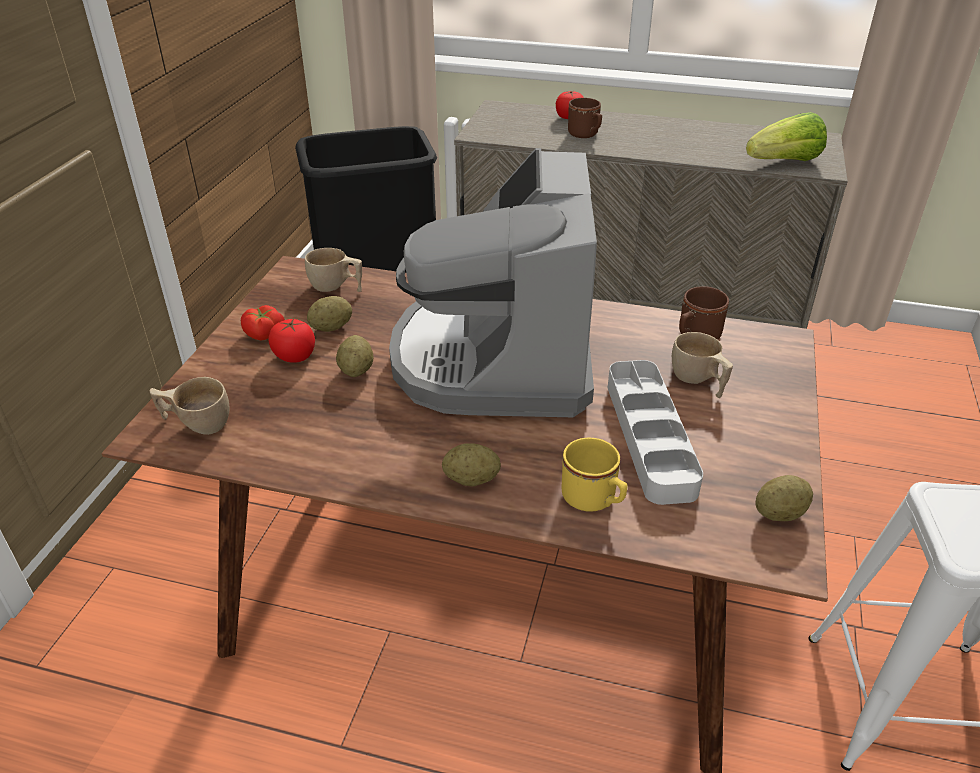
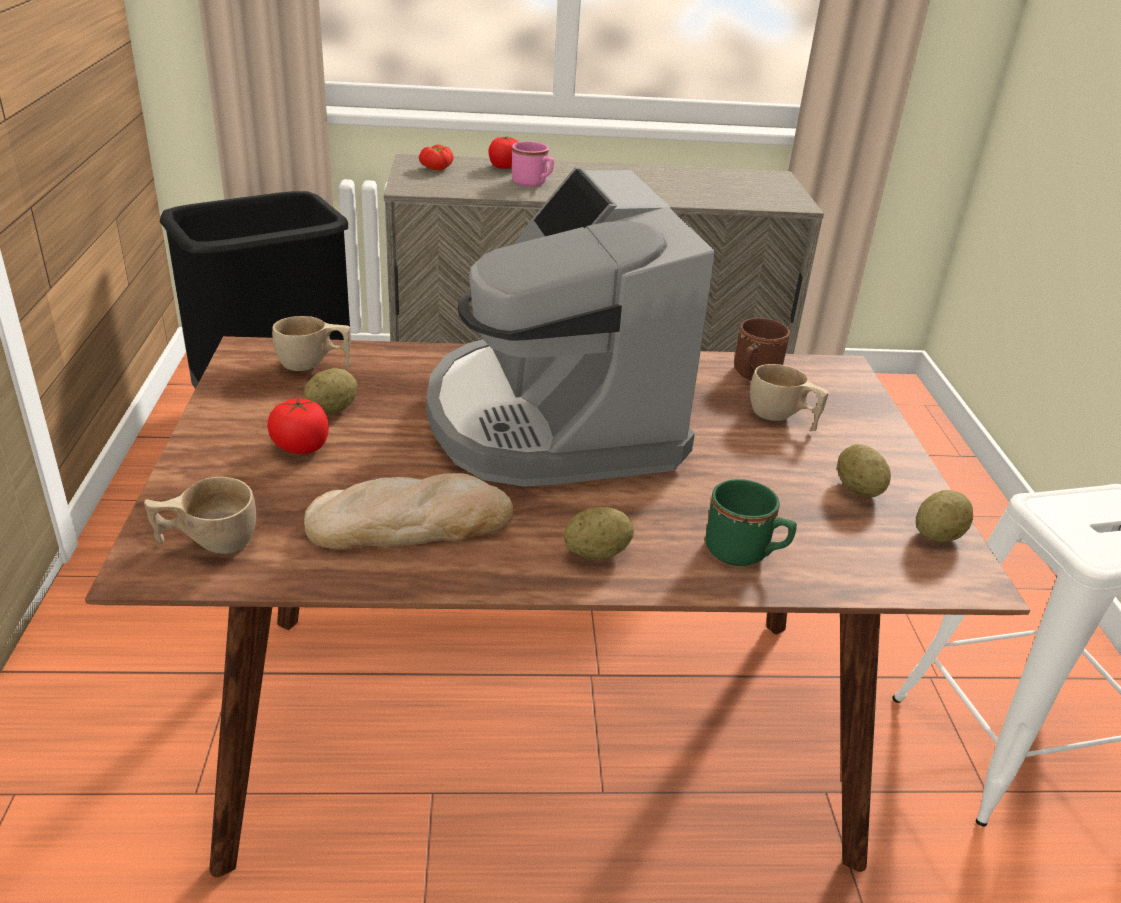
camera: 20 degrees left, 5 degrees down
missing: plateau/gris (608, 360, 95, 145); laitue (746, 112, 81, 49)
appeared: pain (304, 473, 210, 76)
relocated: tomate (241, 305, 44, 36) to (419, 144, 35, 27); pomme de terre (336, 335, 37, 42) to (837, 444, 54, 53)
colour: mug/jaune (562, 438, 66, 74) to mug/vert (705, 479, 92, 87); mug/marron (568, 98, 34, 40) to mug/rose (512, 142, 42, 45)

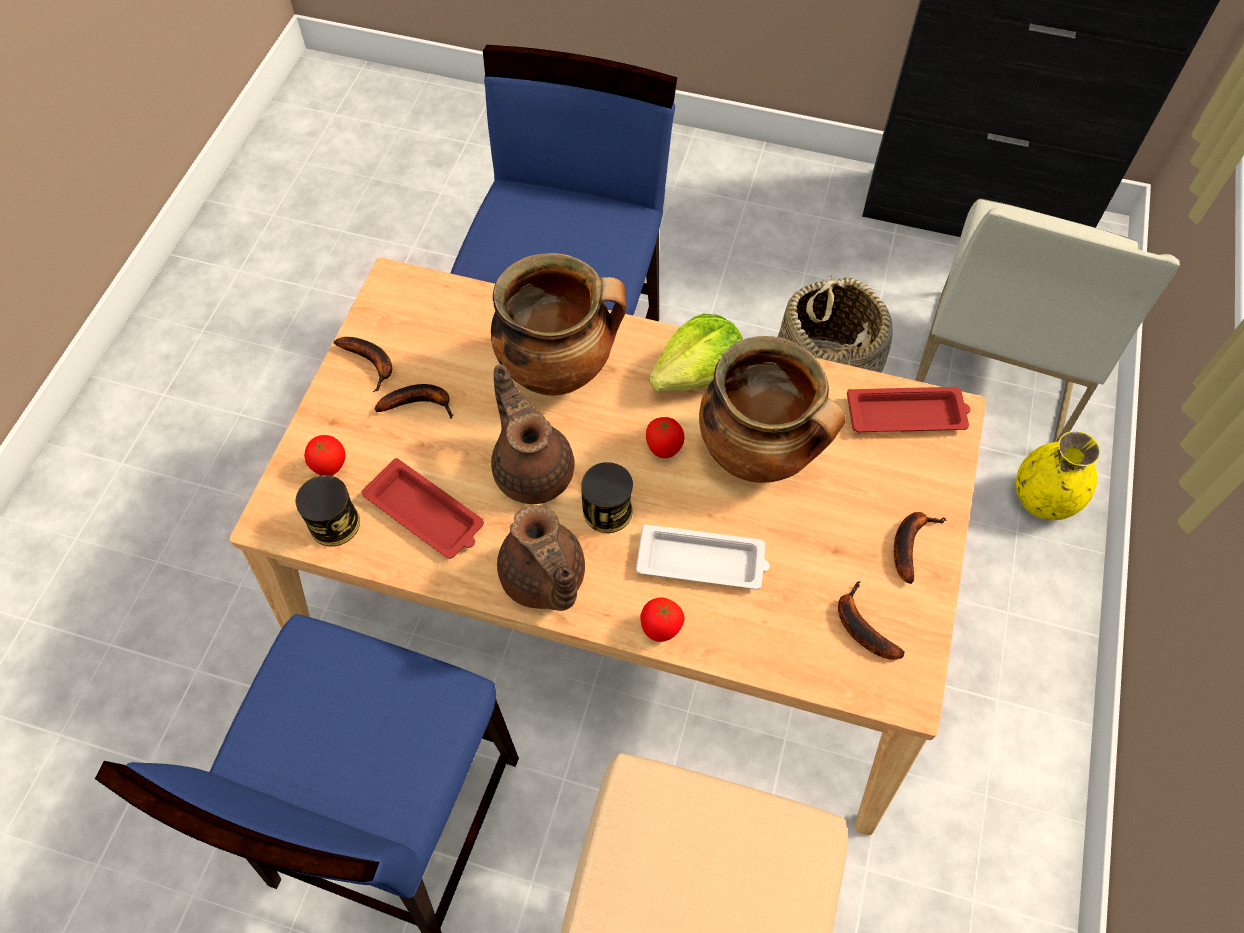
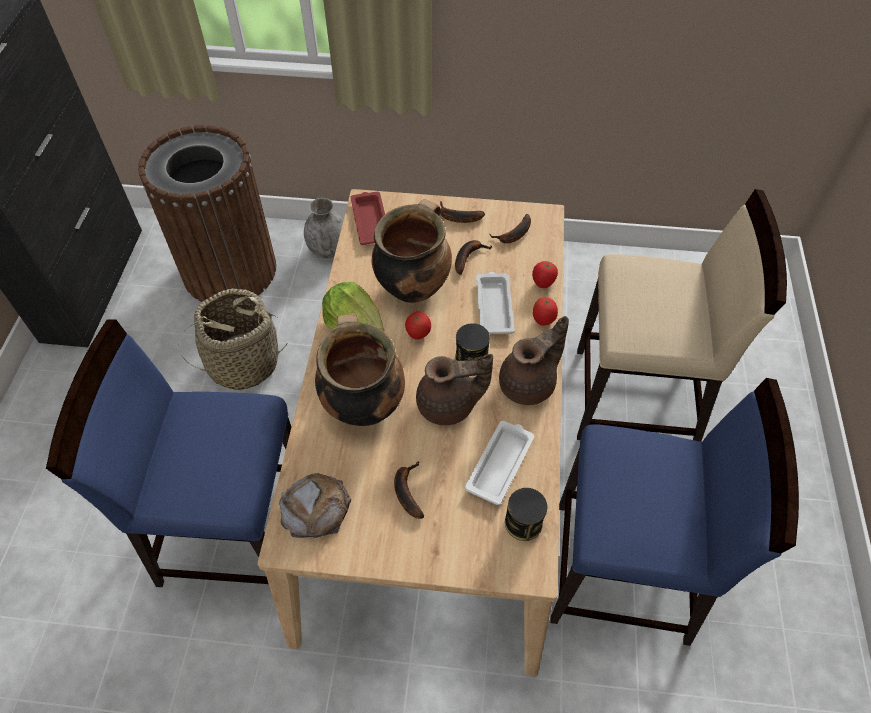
camera: 100 degrees left, 5 degrees down
appeared: pain (279, 473, 72, 65)
relocated: tomate (304, 435, 41, 41) to (532, 261, 26, 27); banane (334, 337, 58, 55) to (455, 240, 38, 35)
exchanged: chaise/blanc (915, 199, 265, 243) to poubelle/marron (138, 125, 138, 177)
colour: plateau/rouge (362, 458, 122, 101) to plateau/blanc (465, 421, 69, 84); vase/jaune (1016, 431, 84, 89) to vase/gris (304, 198, 39, 60)
spun: théière/marron (491, 364, 84, 140) = (416, 354, 77, 71) 150 degrees counterclockwise

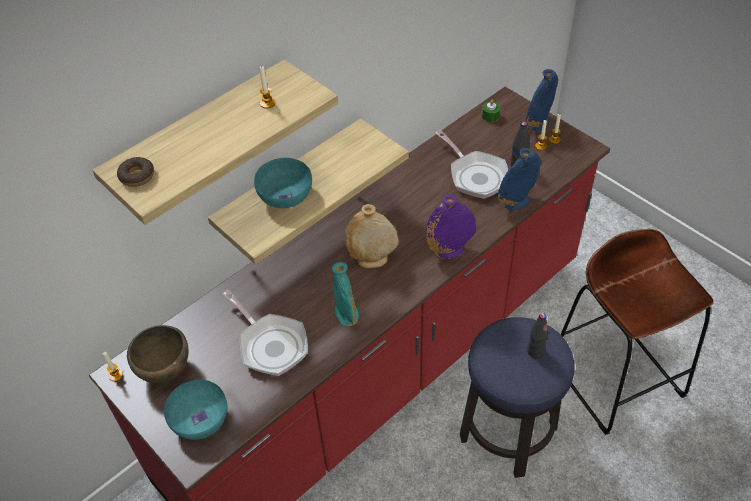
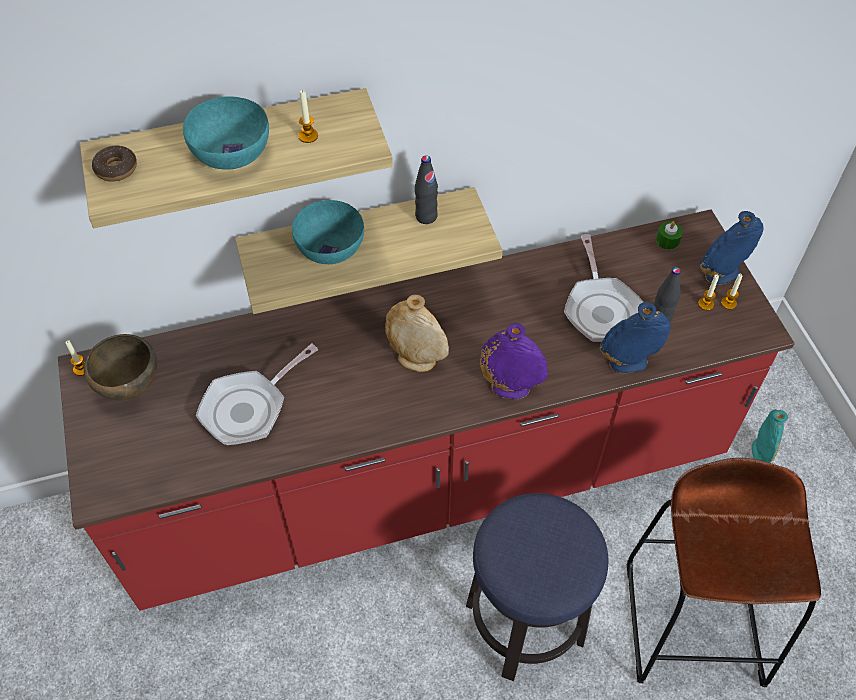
camera: 25 degrees right, 5 degrees up
relocated: bol/turquoise (164, 380, 63, 60) to (183, 96, 86, 74); vase/turquoise (332, 262, 27, 65) to (752, 409, 36, 54); bouteille/noir (527, 313, 21, 45) to (415, 155, 23, 69)
spun: poêle (222, 290, 86, 86) = (196, 344, 122, 101) 60 degrees clockwise

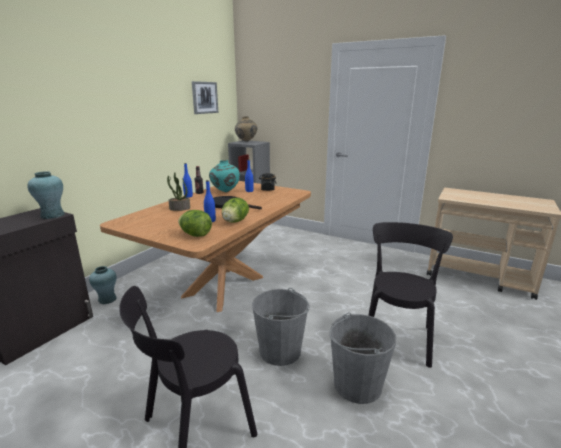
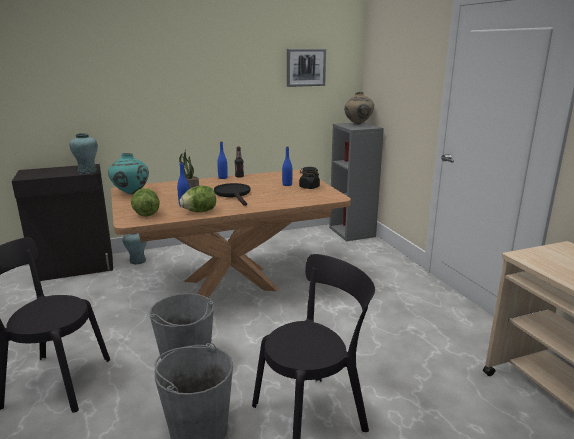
camera: 40 degrees right, 0 degrees up
relocated: vase/turquoise (209, 160, 31, 32) to (108, 153, 41, 41)

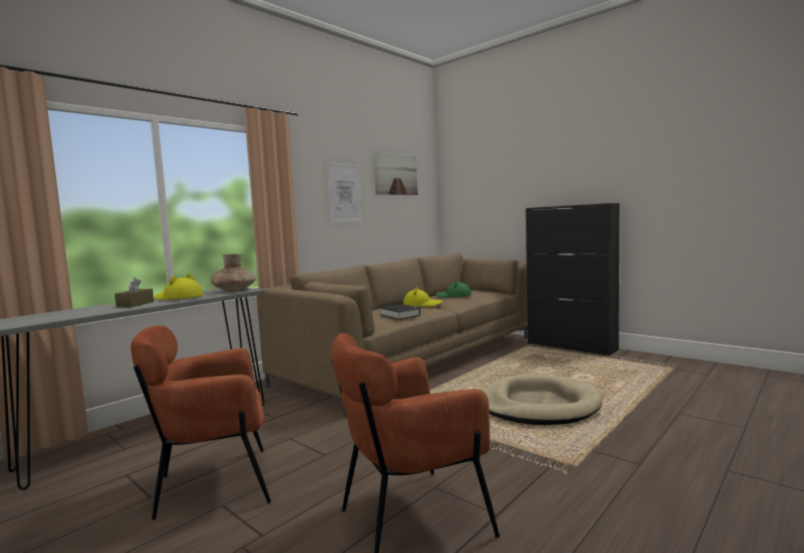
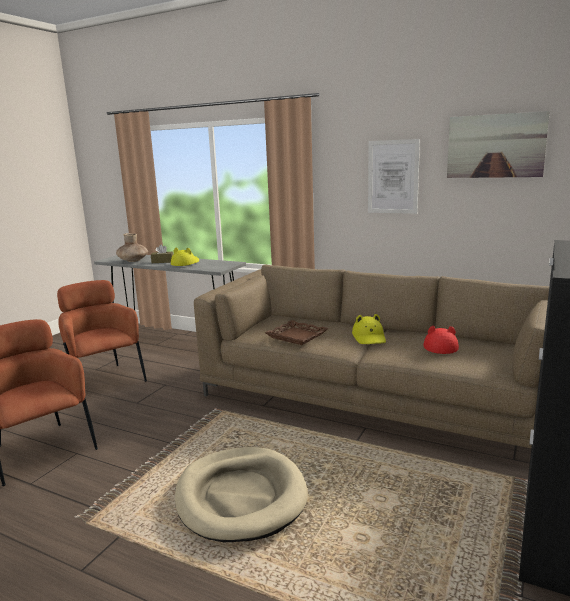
camera: 75 degrees right, 10 degrees up
relocated: vase/marron (211, 254, 45, 38) to (116, 233, 32, 29)
exchanged: livre/noir (379, 304, 41, 16) to plateau/marron (265, 320, 63, 25)
colour: chapeau/vert (436, 279, 35, 19) to chapeau/rouge (423, 326, 36, 28)

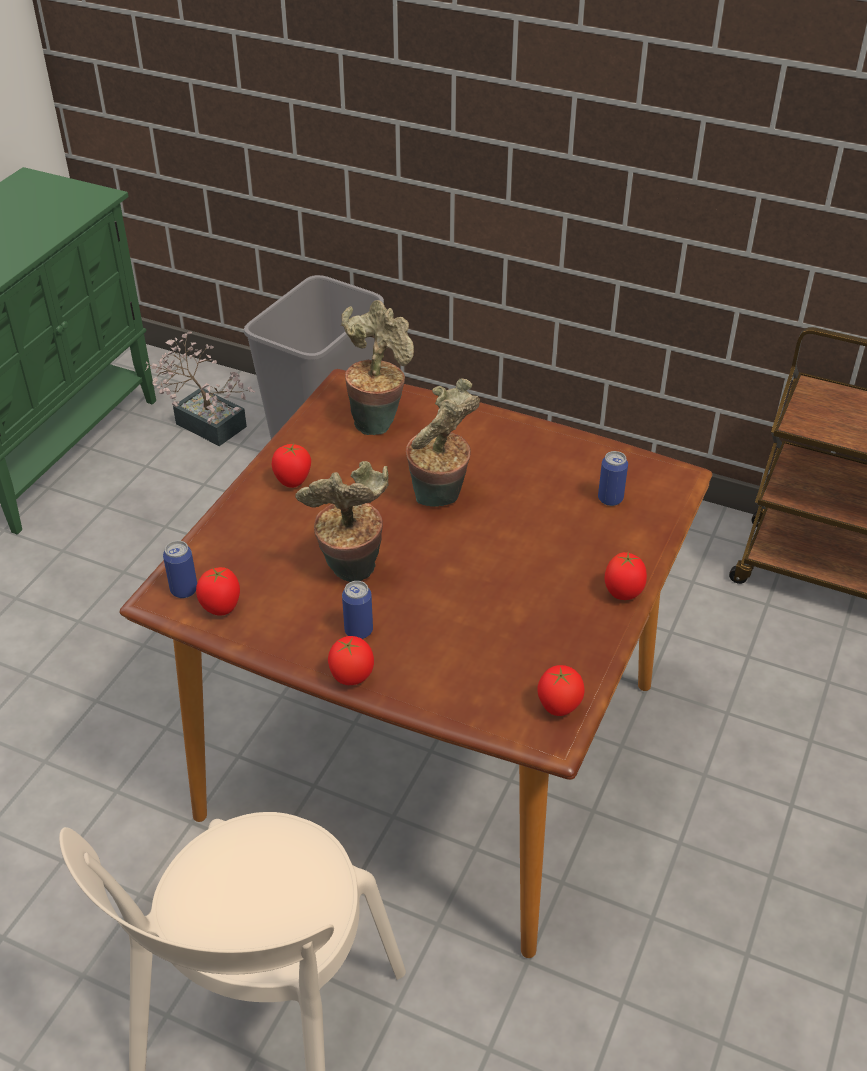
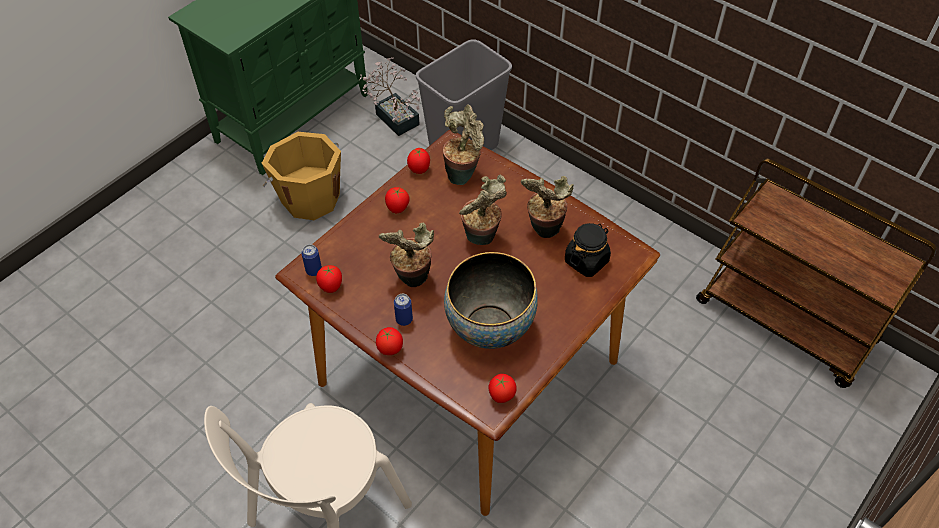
camera: 15 degrees right, 10 degrees up
appeared: seau/orange (262, 132, 79, 88); bol (444, 252, 94, 97); plante en pot (521, 176, 53, 62)
relocated: tomate (605, 552, 42, 48) to (407, 148, 23, 26)
exchanged: boîte métallique (598, 451, 30, 55) to bocal/noir (565, 223, 46, 54)

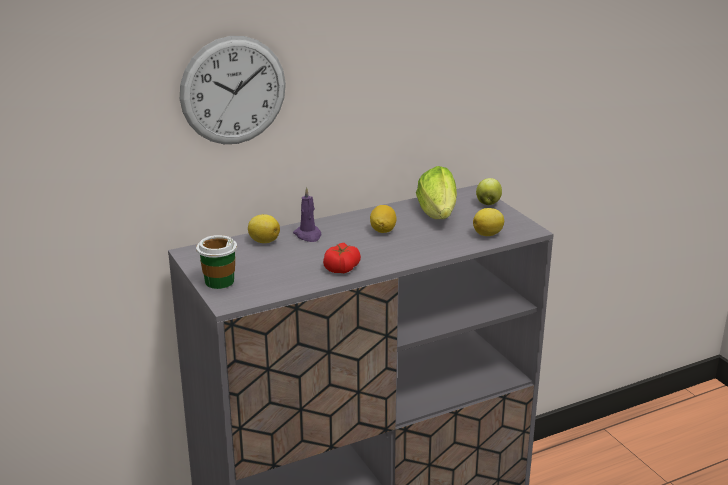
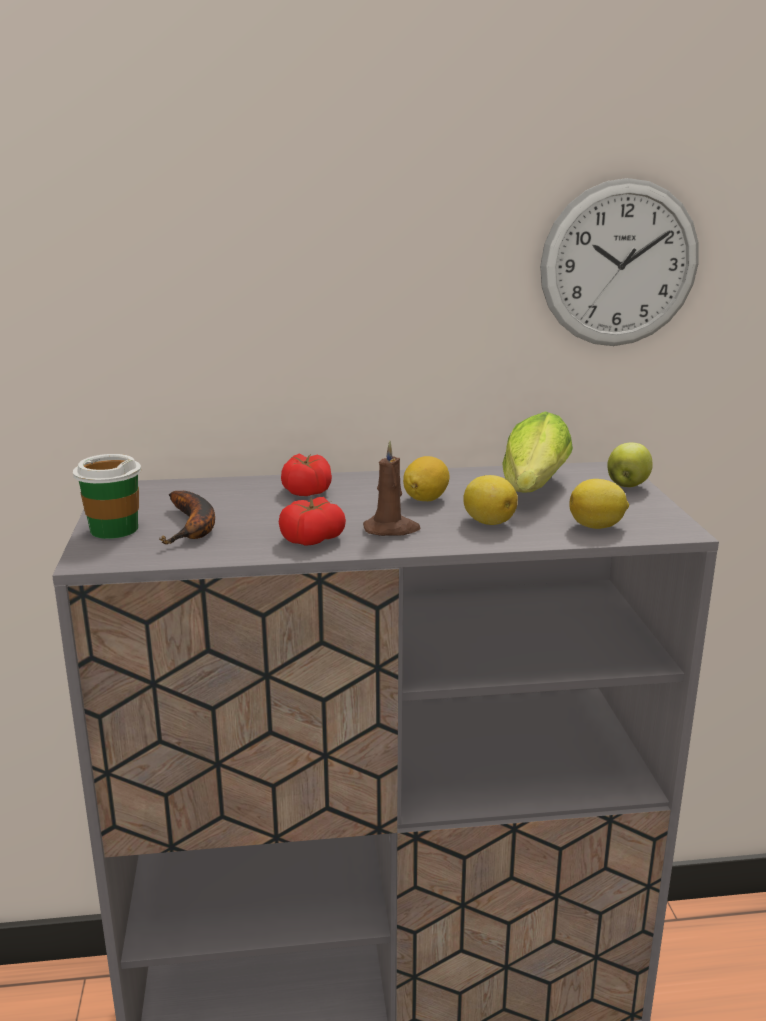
camera: 20 degrees right, 5 degrees down
appeared: banane (159, 491, 56, 53); bougie/marron (363, 441, 58, 95)
relocated: horloge murale (180, 36, 106, 108) to (540, 178, 159, 168); citron (248, 214, 32, 29) to (463, 475, 55, 50)
exchanged: bougie/violet (293, 187, 29, 55) to tomate (281, 454, 51, 42)

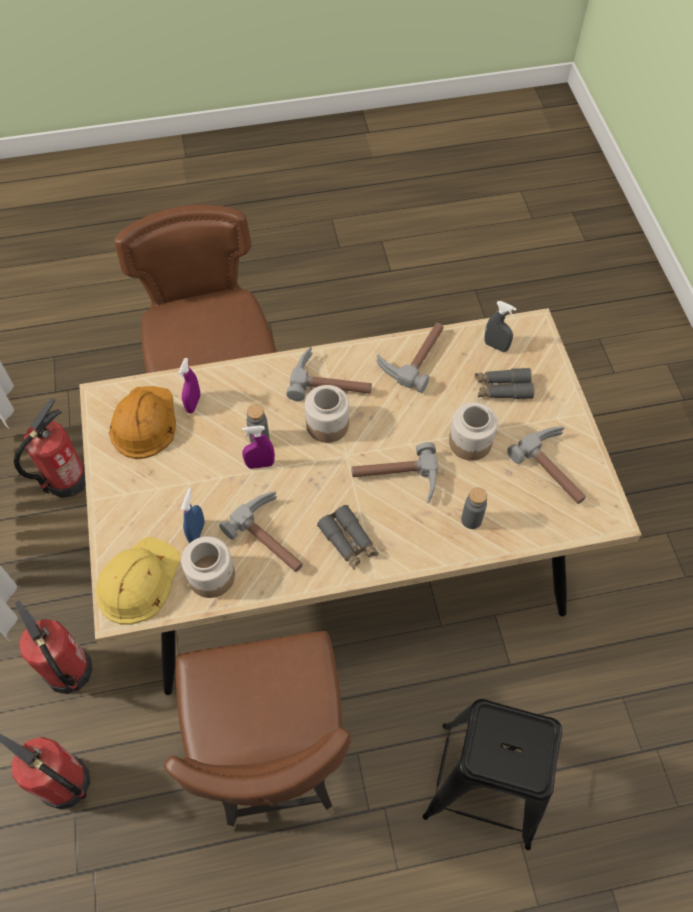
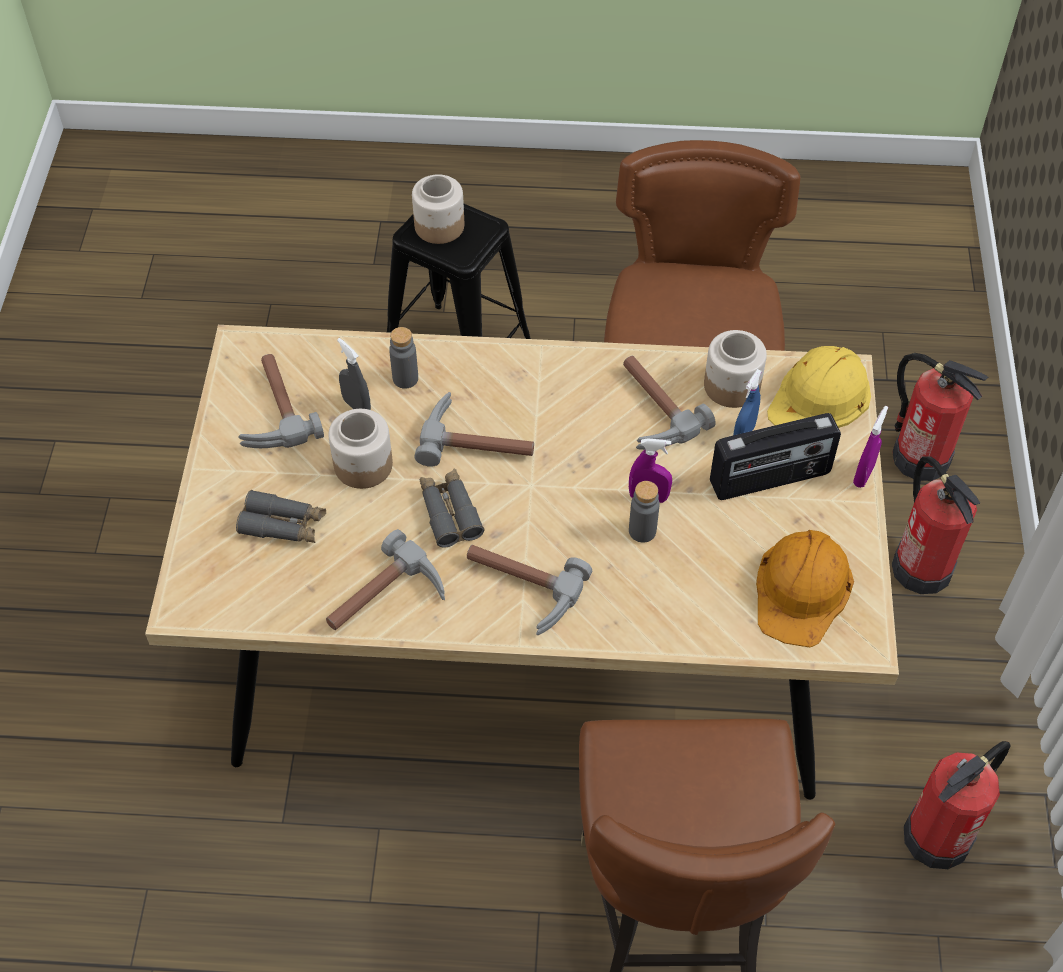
camera: 165 degrees left, 5 degrees down
appeared: radio (710, 413, 131, 87)
relocated: vaporisateur/violet (178, 358, 22, 55) to (853, 406, 35, 82); bocal (305, 385, 44, 58) to (412, 174, 52, 70); jumelles/gris (317, 505, 62, 65) to (420, 468, 64, 80); vaporisateur/gris (484, 301, 33, 51) to (337, 338, 34, 72)

